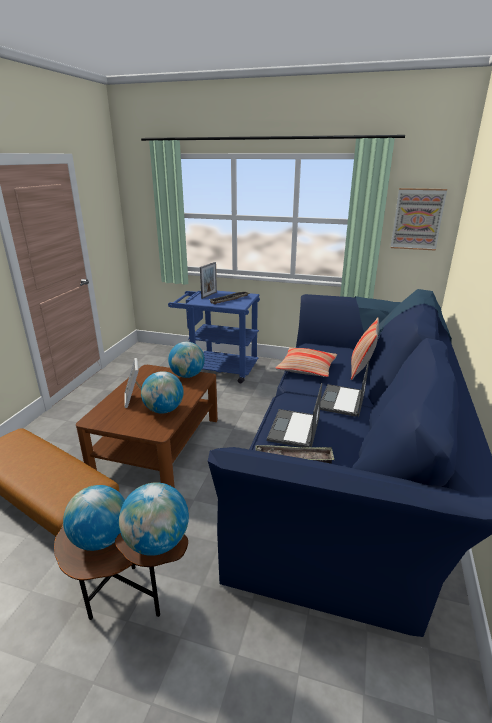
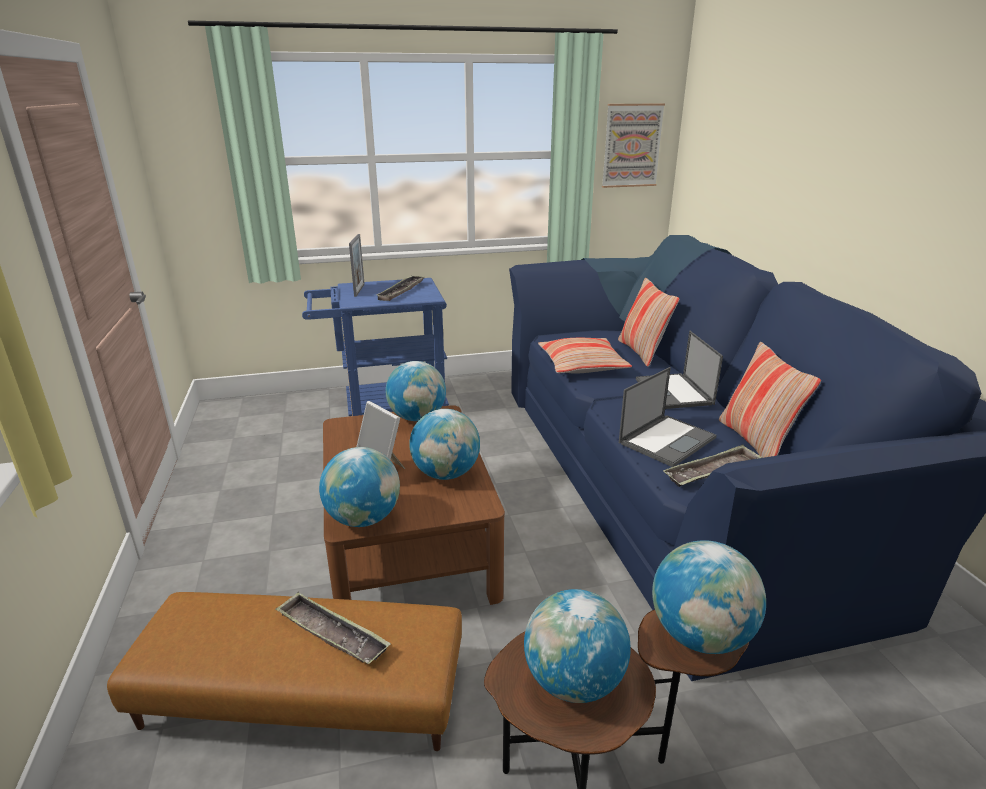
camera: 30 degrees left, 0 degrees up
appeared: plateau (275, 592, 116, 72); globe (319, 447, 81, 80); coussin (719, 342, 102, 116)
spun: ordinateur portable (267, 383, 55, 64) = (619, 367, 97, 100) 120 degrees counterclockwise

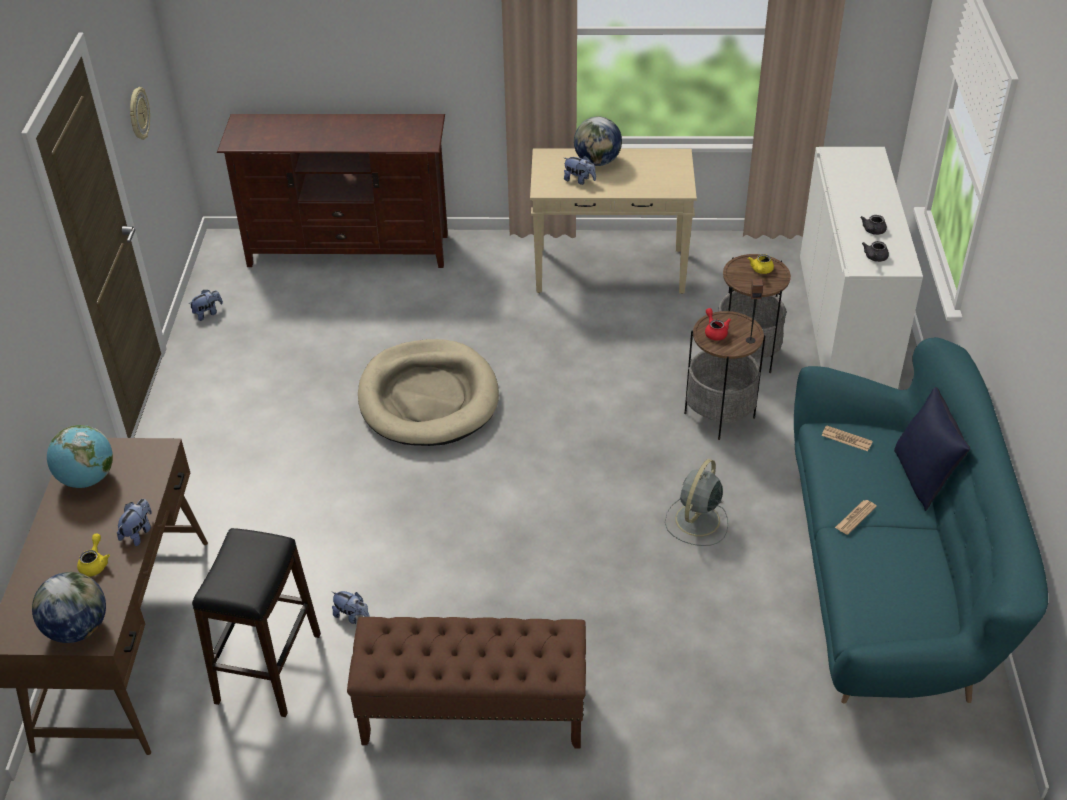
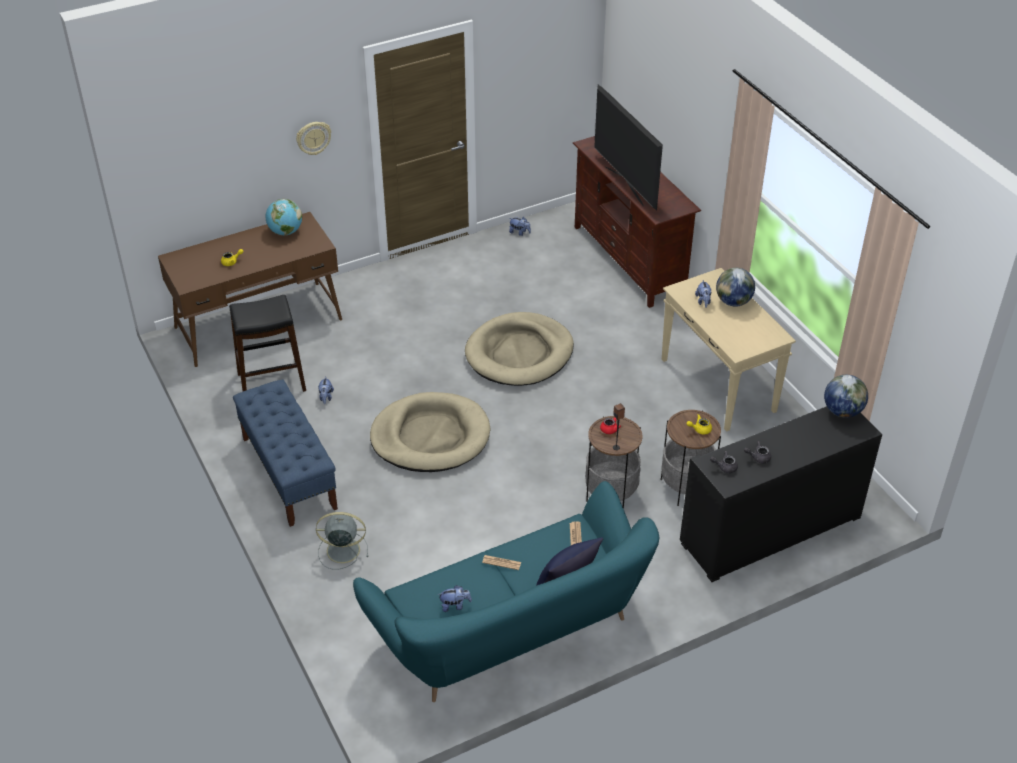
camera: 60 degrees right, 0 degrees up
appeared: panier pour chien/beige (370, 392, 121, 80); téléviseur (594, 84, 69, 126)
relocated: globe (32, 572, 74, 71) to (824, 375, 44, 43); peluche (117, 499, 35, 47) to (437, 585, 35, 27); horloge murale (130, 87, 20, 53) to (296, 122, 35, 33); ventilateur/gris (665, 459, 63, 87) to (316, 512, 53, 58)
colour: banc/marron (347, 617, 239, 132) to banc/bleu (233, 380, 105, 147); meuble de rangement/blanc (800, 147, 123, 242) to meuble de rangement/noir (680, 406, 202, 176)

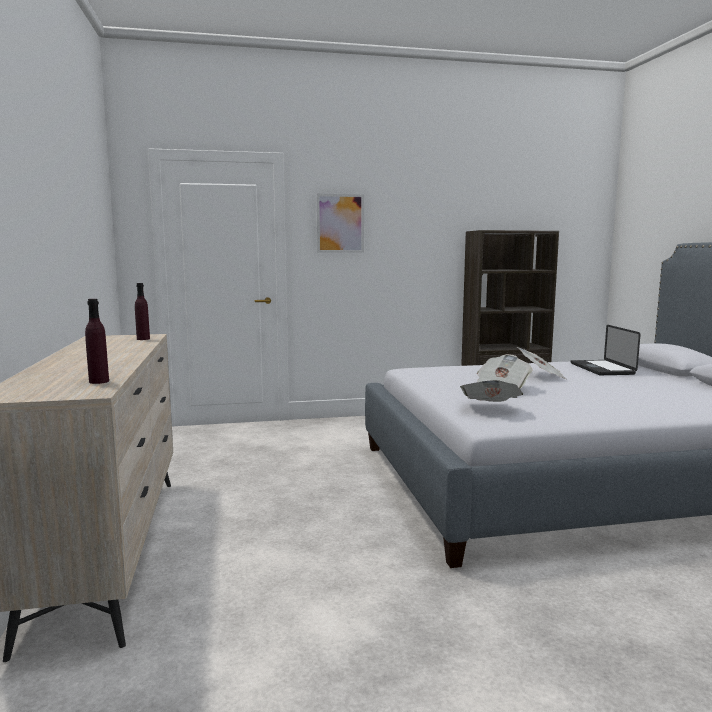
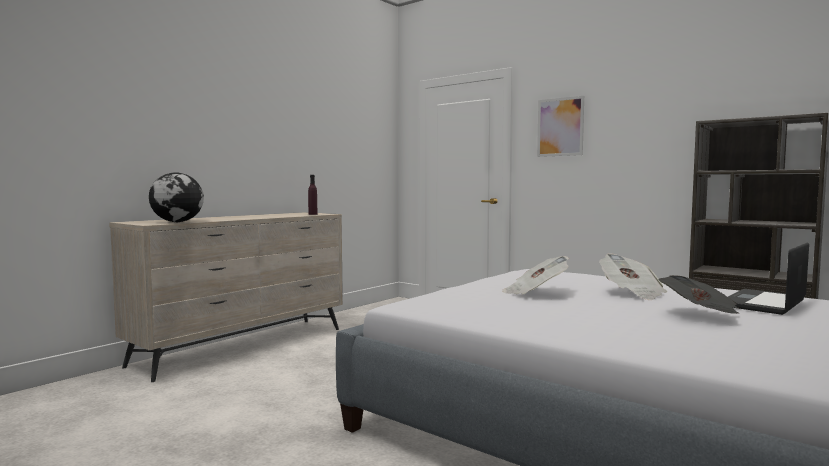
camera: 50 degrees right, 5 degrees down
relocated: journal (460, 380, 63, 22) to (659, 275, 81, 39)
exchanged: bouteille/violet (85, 299, 24, 85) to globe (149, 172, 55, 50)

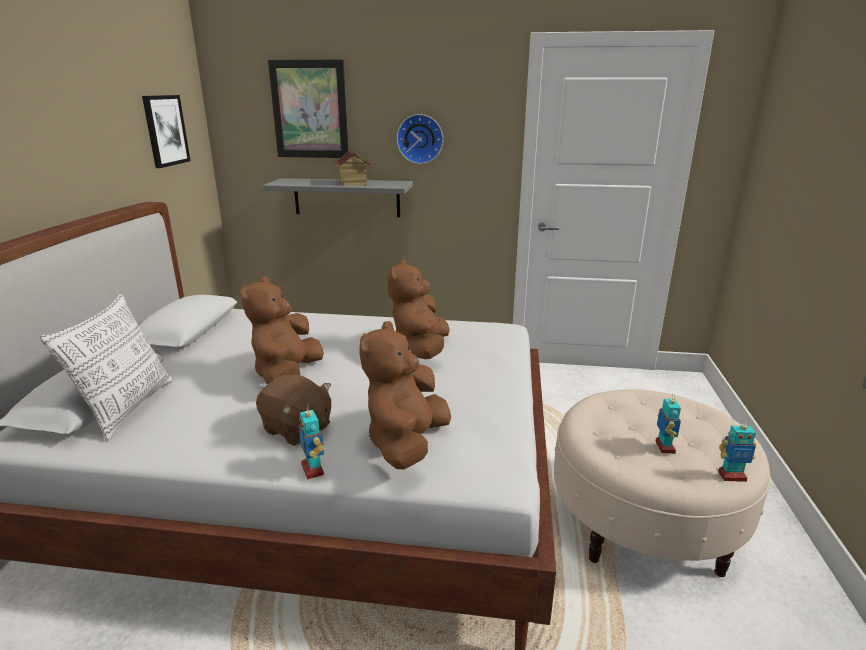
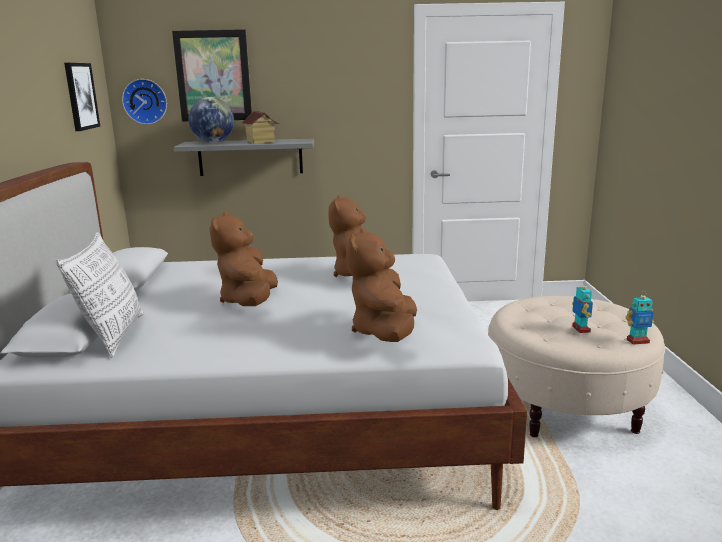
camera: 10 degrees left, 5 degrees down
missing: peluche/marron (256, 374, 75, 72); robot jouet (299, 404, 25, 75)
appeared: globe (188, 97, 46, 47)
relocated: horloge murale (396, 114, 47, 50) to (122, 79, 45, 46)

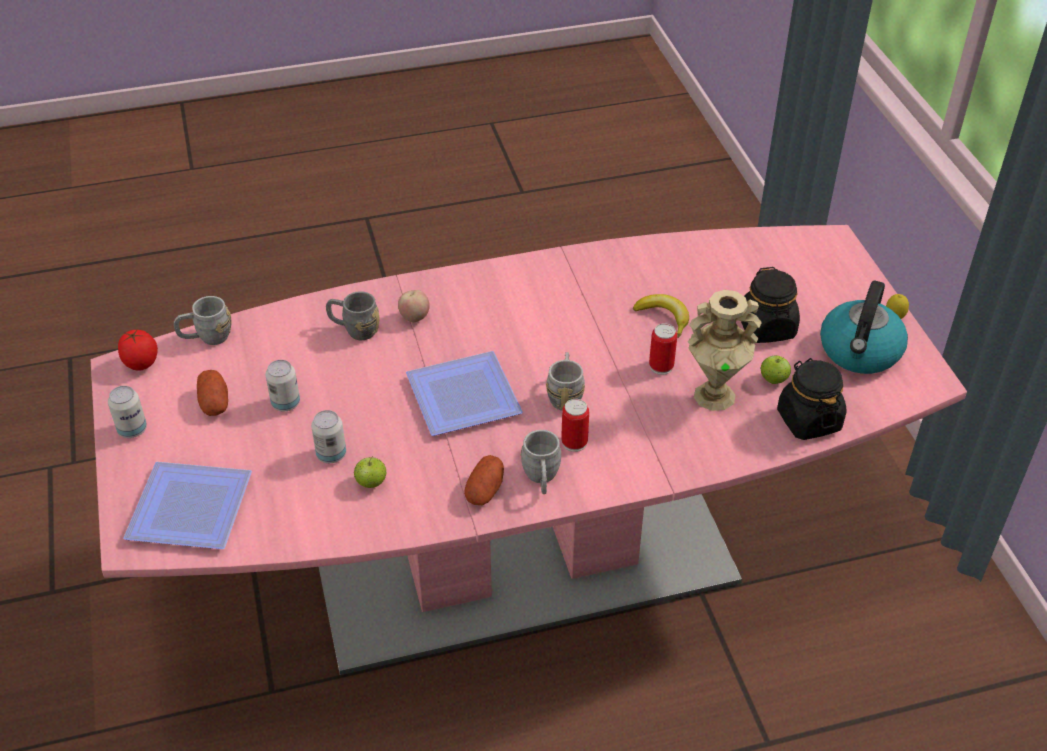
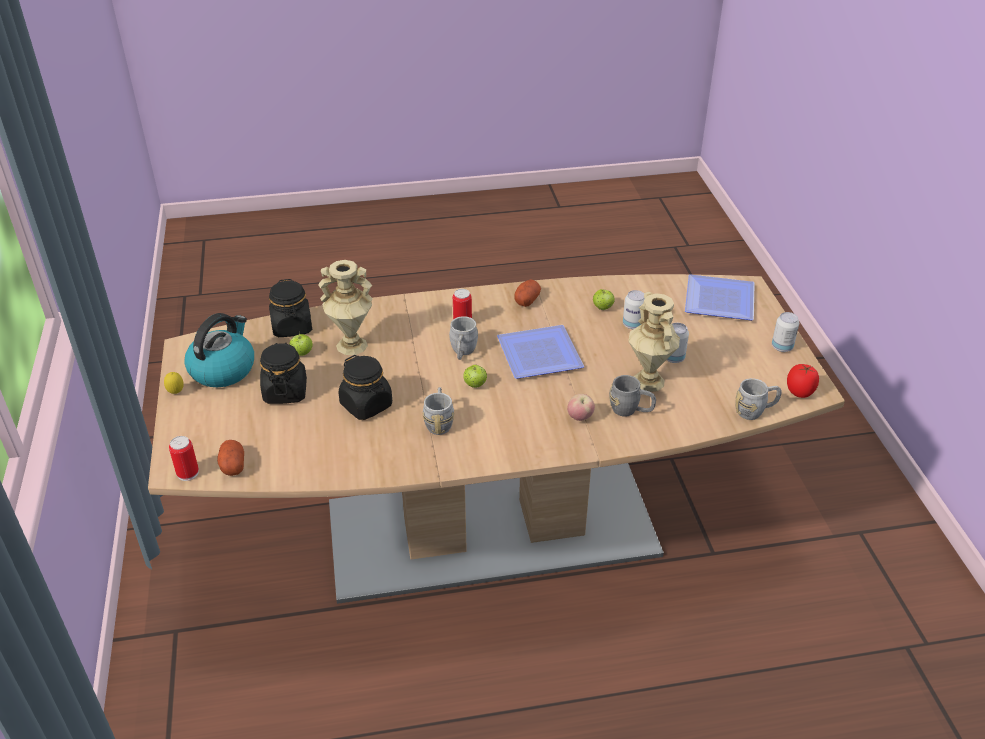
camera: 175 degrees left, 5 degrees down
appeared: pomme (463, 365, 24, 23); vase/beige (628, 292, 52, 100)
relocated: pomme de terre (197, 370, 31, 46) to (217, 440, 27, 36); mug/gris (521, 430, 40, 64) to (422, 387, 32, 48); boîte métallique (649, 323, 28, 52) to (169, 436, 30, 45)
exchanged: banane (633, 294, 56, 44) to bocal/noir (338, 355, 54, 65)
colour: table à manger/rose (91, 225, 876, 450) to table à manger/marron (148, 274, 697, 330)

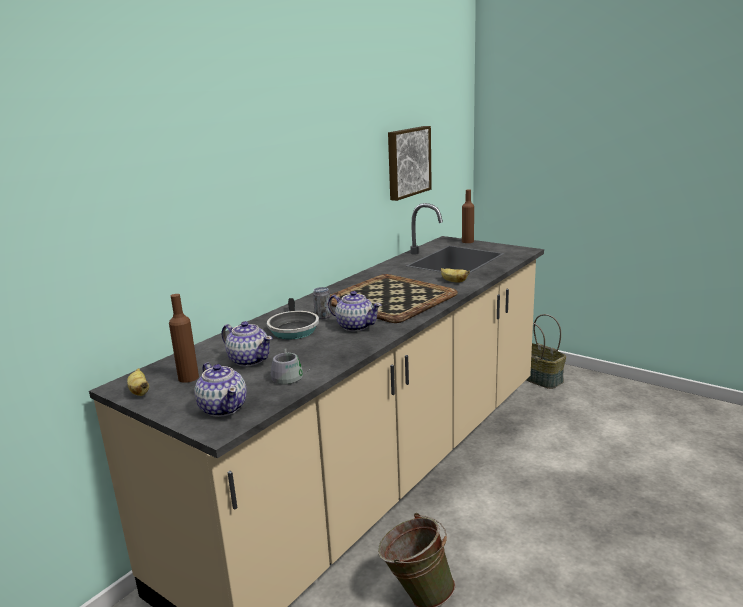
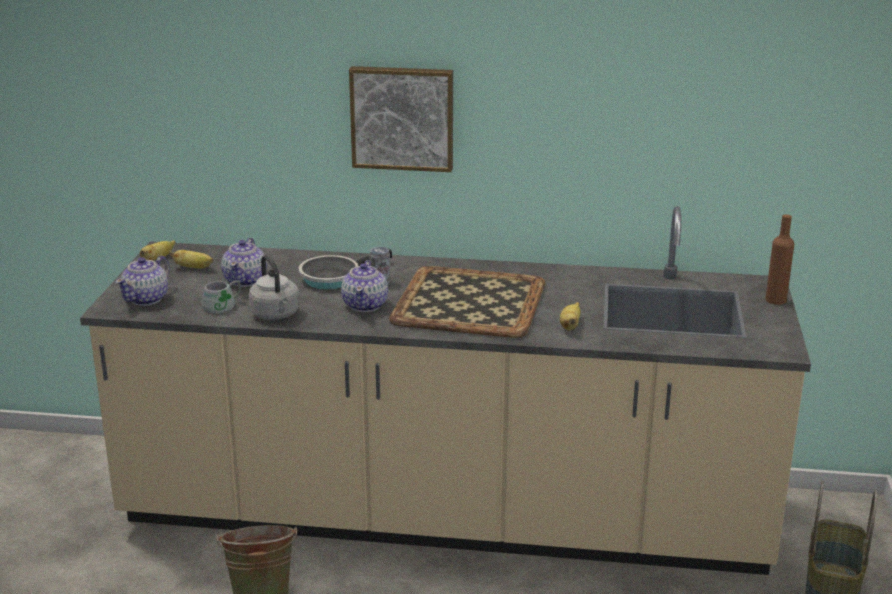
camera: 60 degrees right, 5 degrees up
appeared: bouilloire/gris (249, 255, 50, 65)
relocated: tableau (388, 126, 44, 75) to (349, 66, 104, 106)
exchanged: bouteille/marron (169, 294, 30, 89) to banane (169, 250, 44, 19)

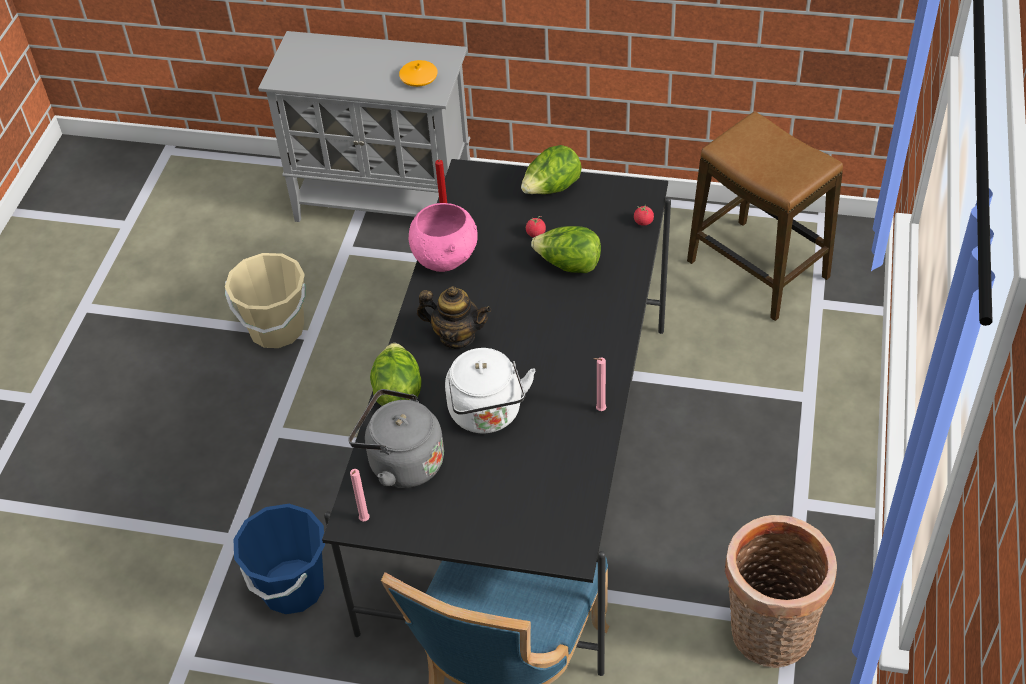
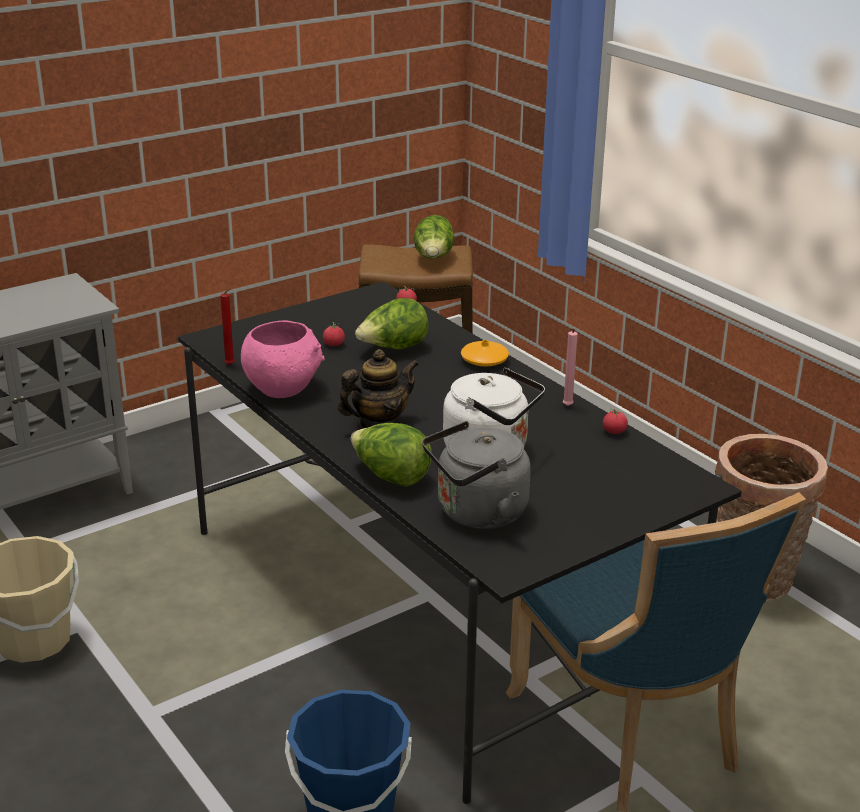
camera: 50 degrees left, 20 degrees down
missing: bougie/rose (350, 469, 20, 52)
appeared: tomate (603, 408, 25, 26)
relocated: vase/orange (399, 60, 39, 27) to (461, 340, 48, 26); laitue (521, 145, 61, 49) to (414, 215, 40, 44)

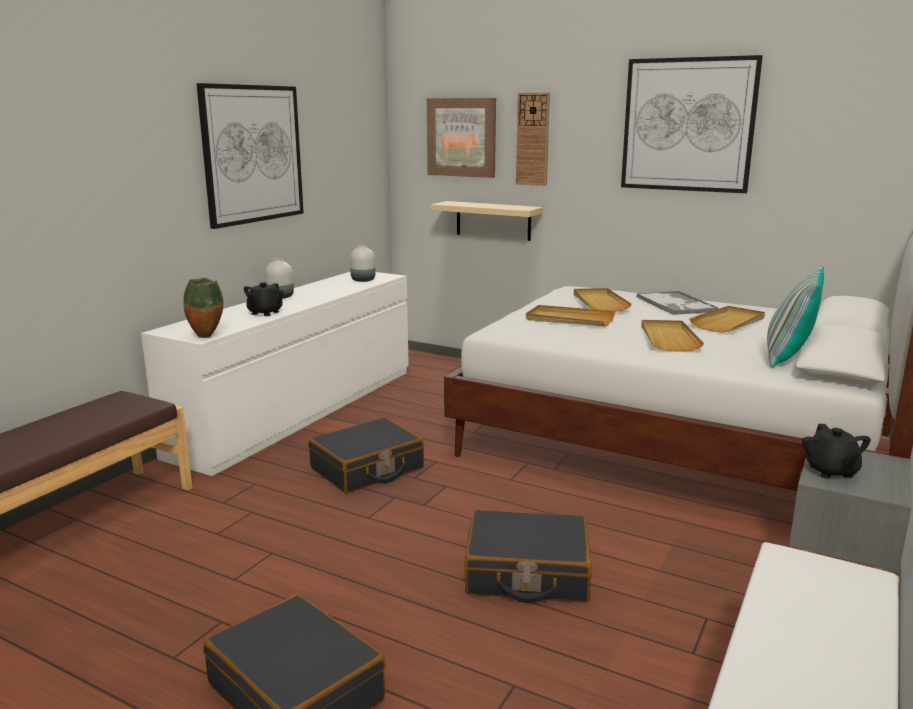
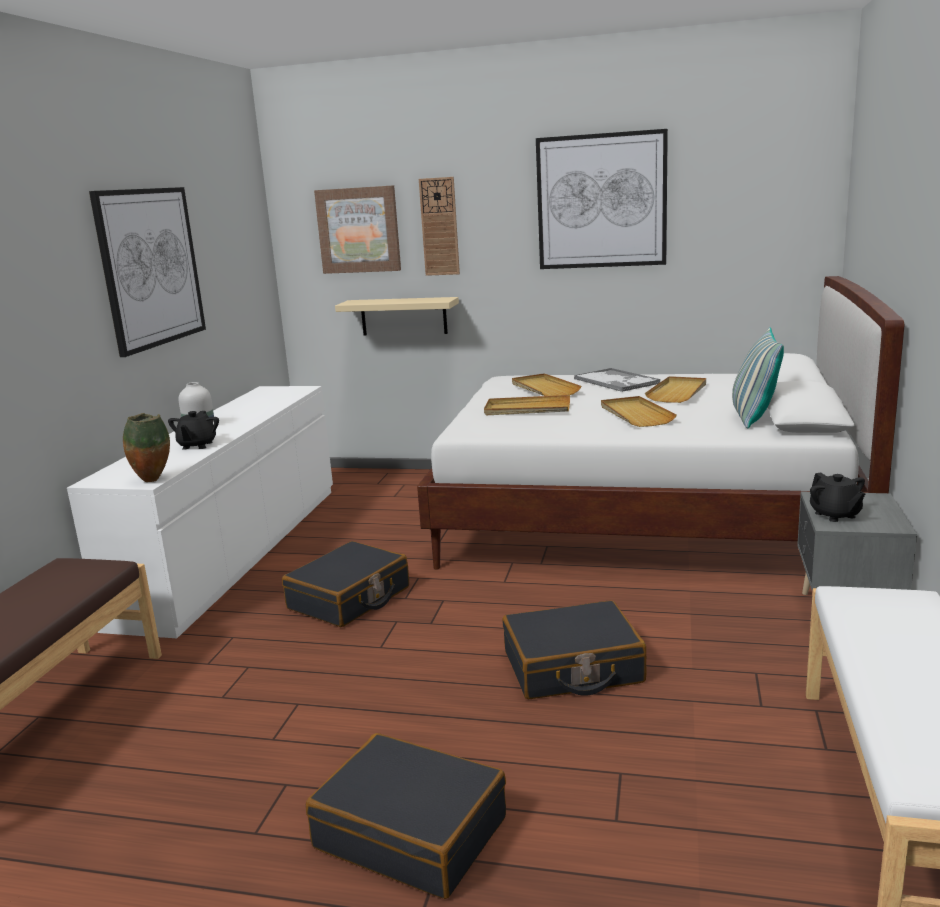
camera: 15 degrees left, 0 degrees up
missing: vase/blanc (350, 245, 26, 37)

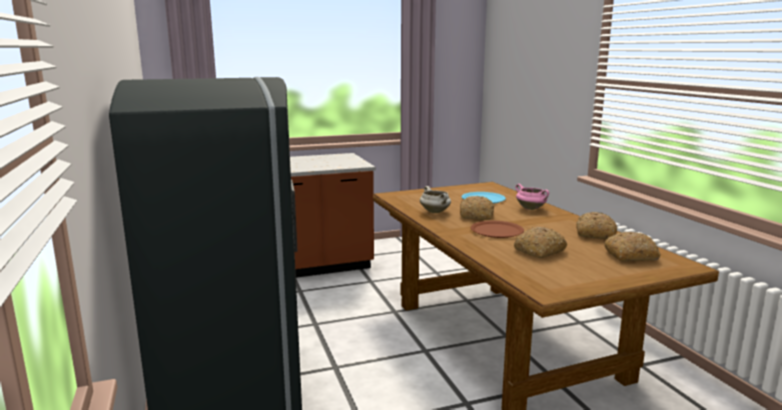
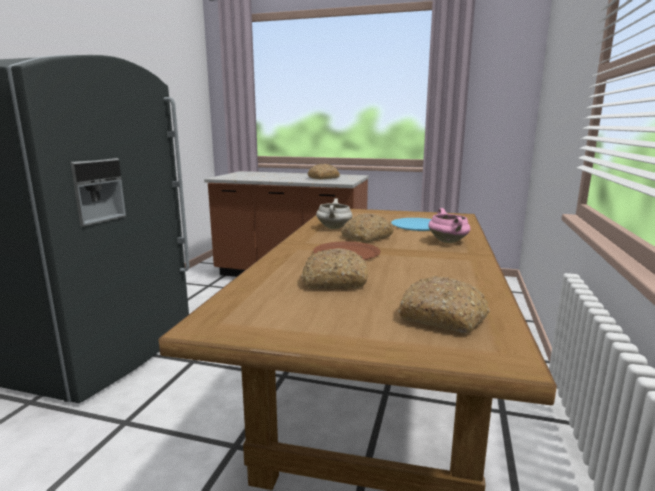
camera: 35 degrees right, 0 degrees up
relocated: pain (576, 212, 41, 27) to (307, 164, 33, 16)

